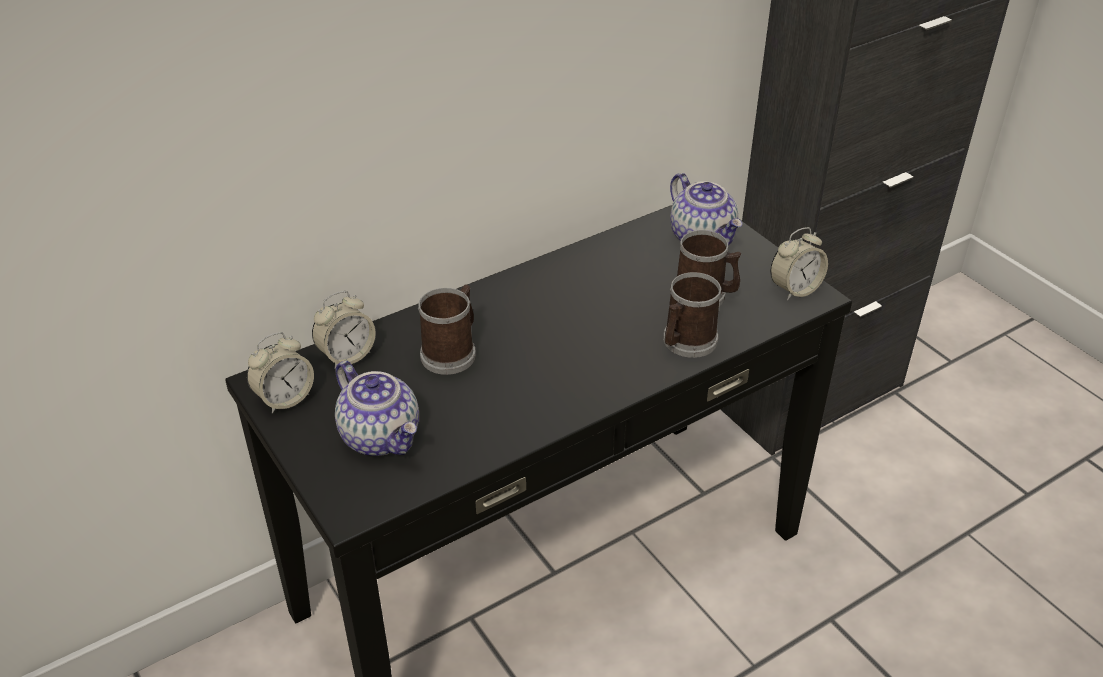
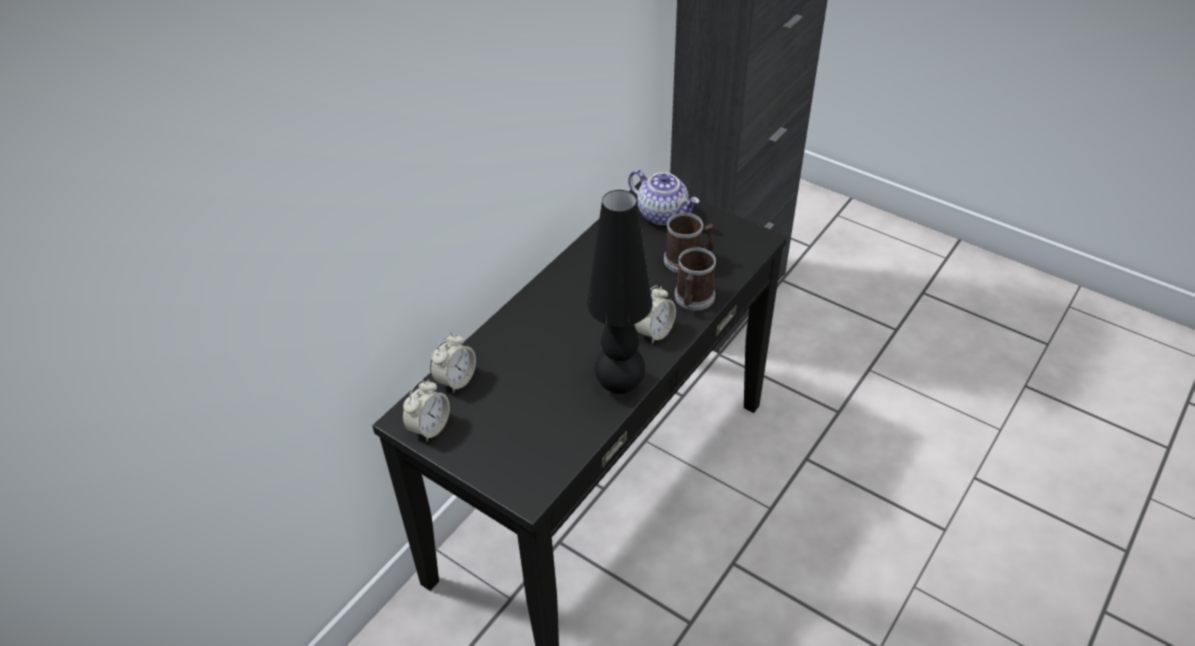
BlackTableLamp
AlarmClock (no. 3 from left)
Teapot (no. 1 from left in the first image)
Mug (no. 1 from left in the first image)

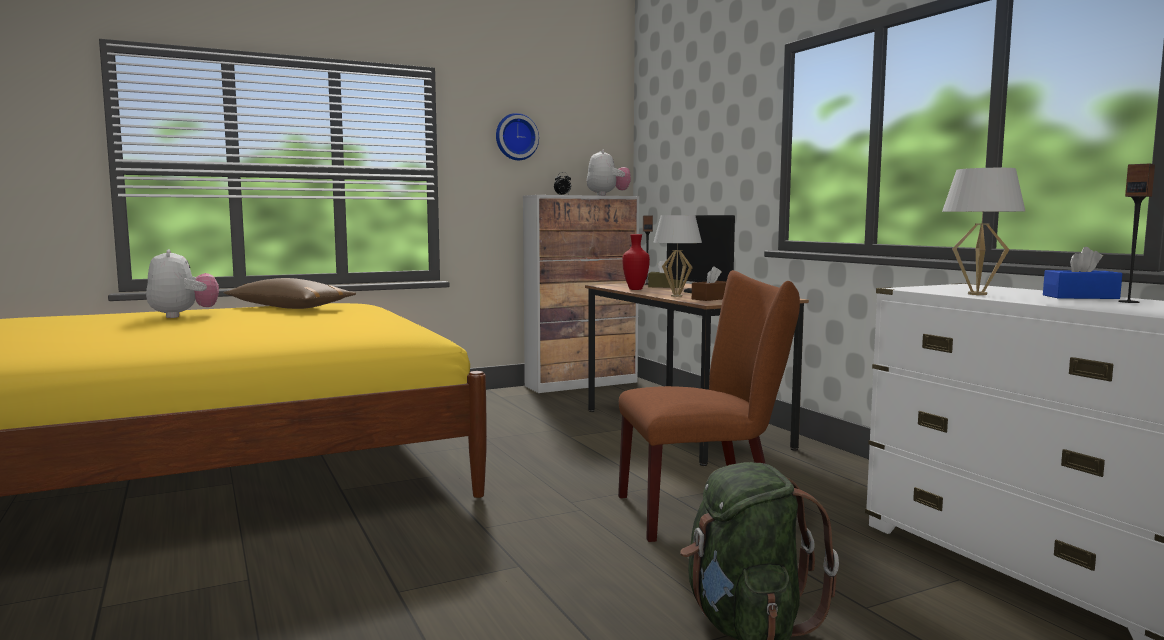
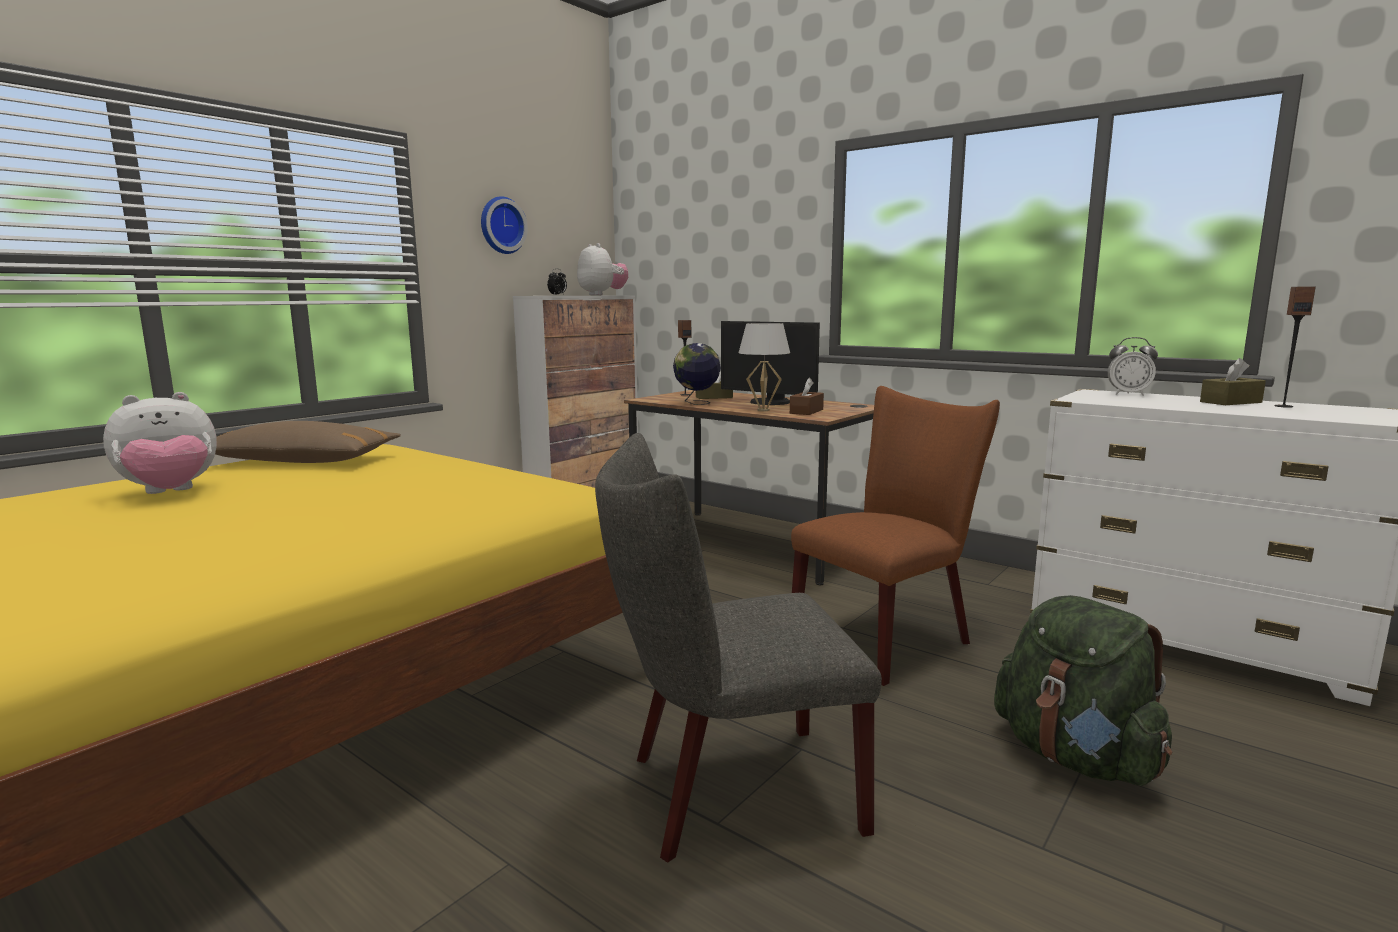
PlushToy (no. 1 from left)
GreyChair
Globe
AlarmClock (no. 2 from left)
BrownTissueBox (no. 3 from left)
WhiteTableLamp (no. 2 from left in the first image)

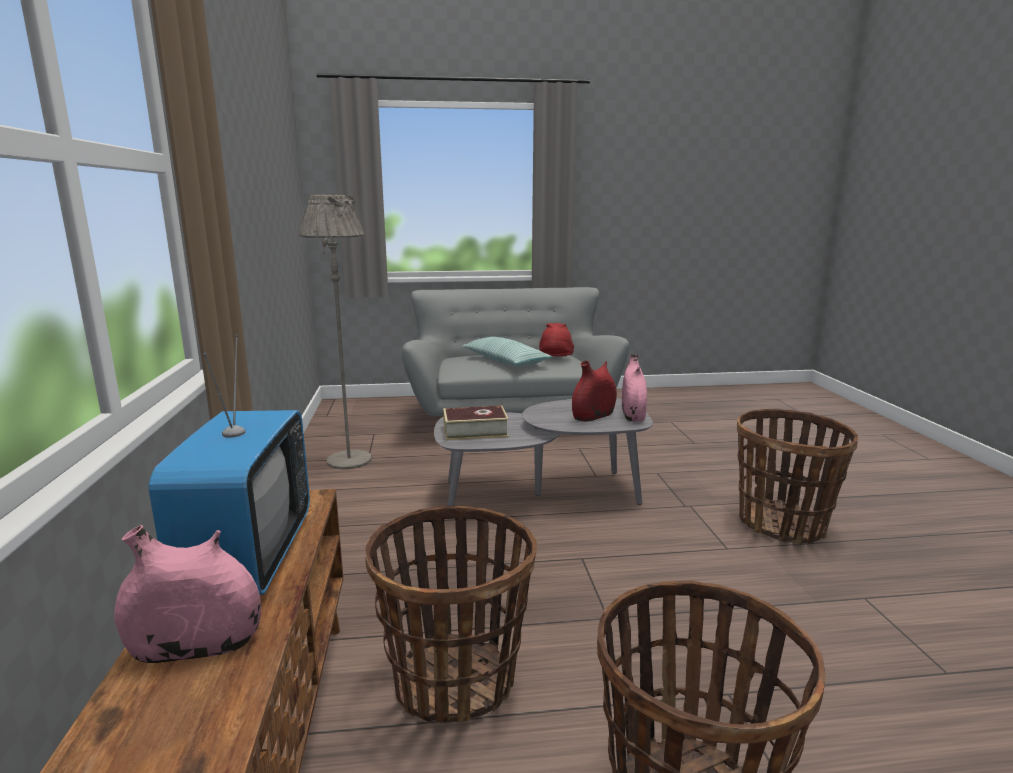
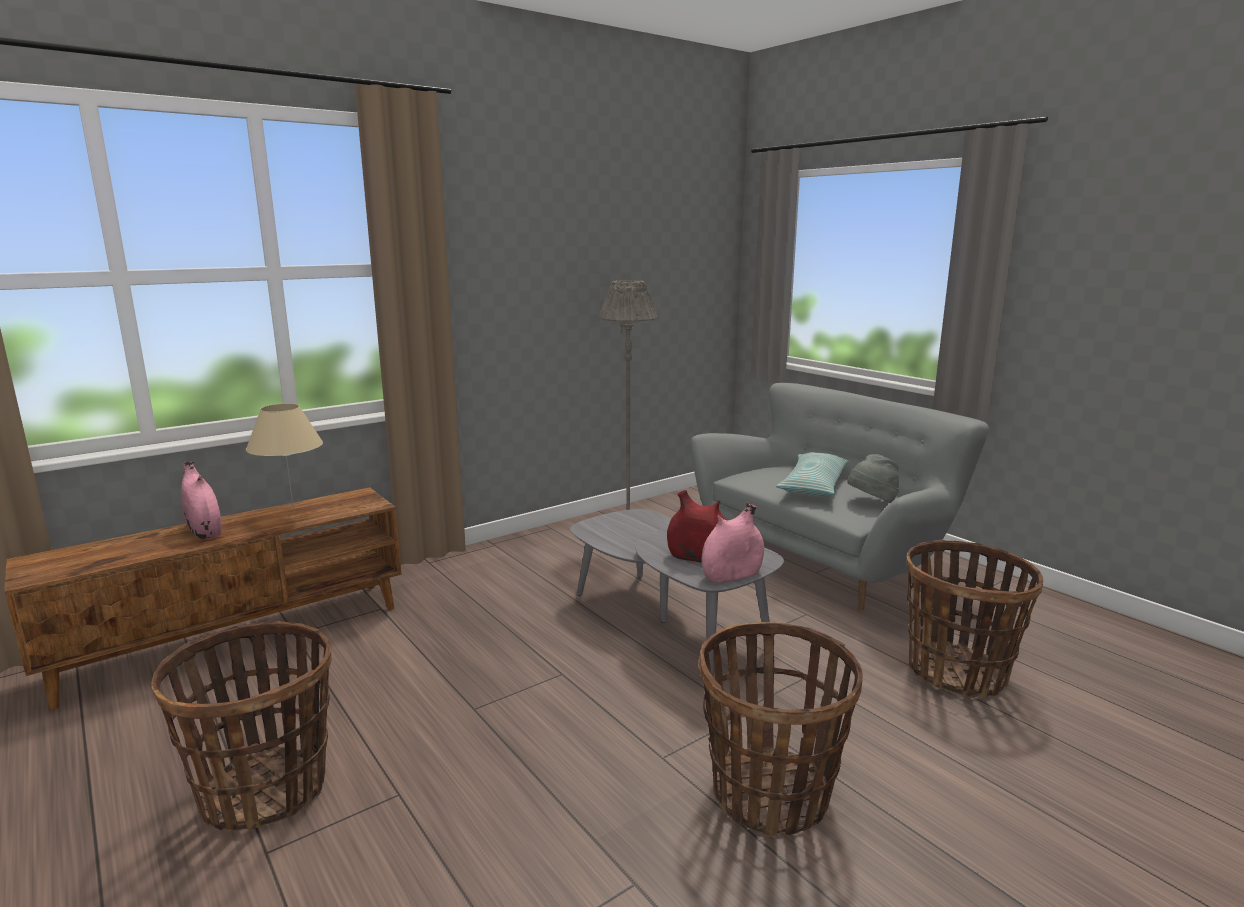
BeigeTableLamp
GreyHat
Basket (no. 3 from left)
Book

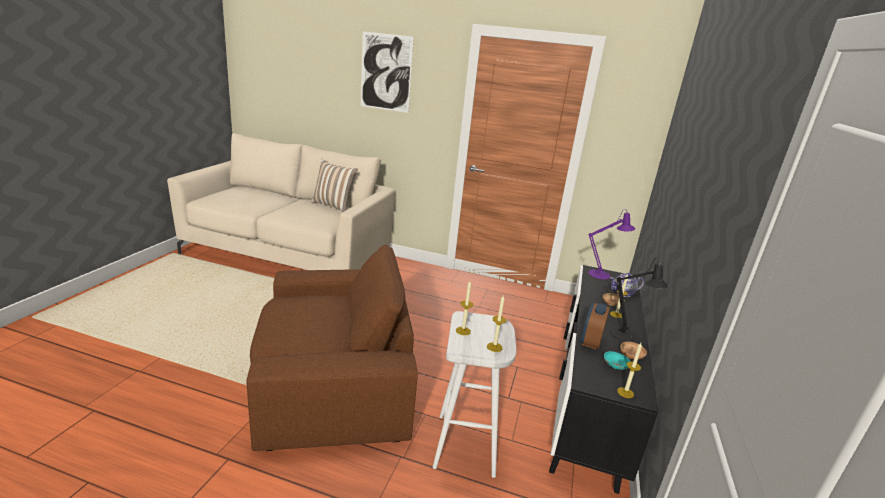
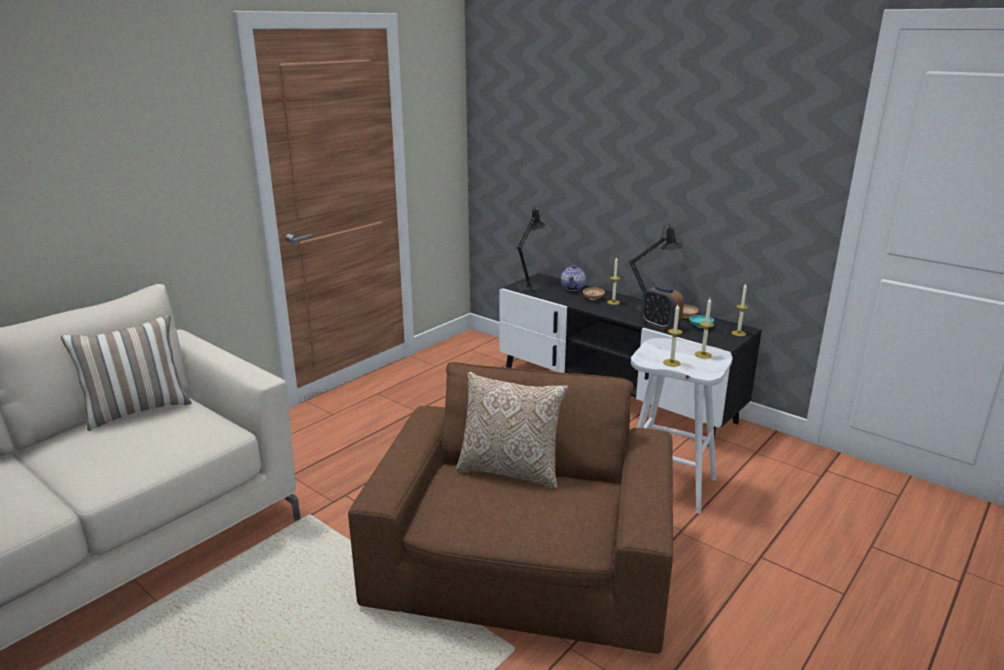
Pillow (no. 2 from left)
BlackTableLamp (no. 1 from left)
Picture

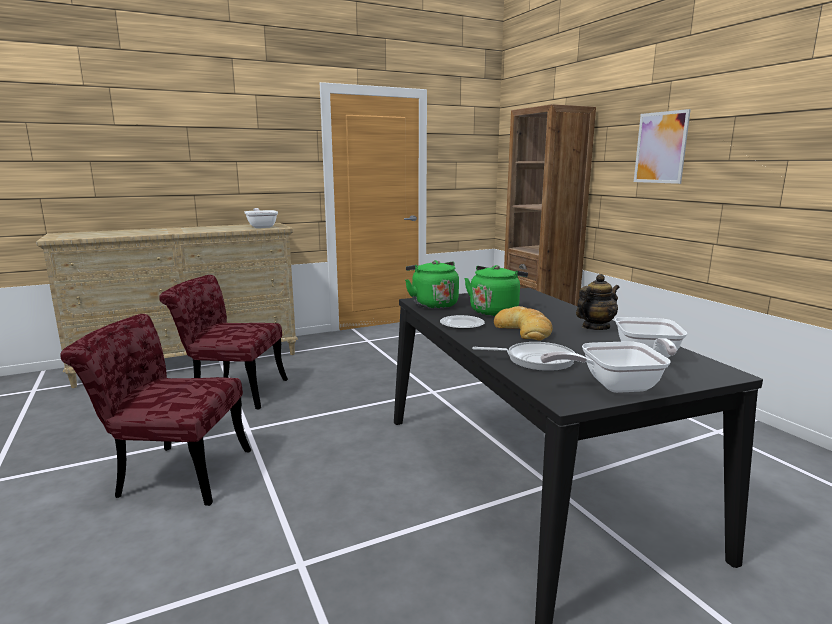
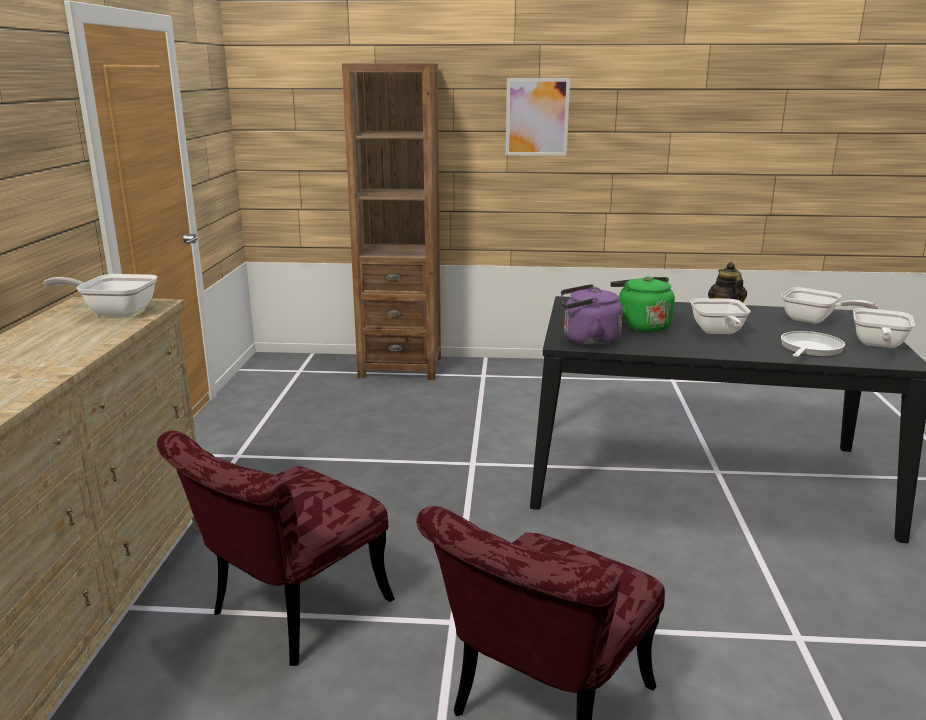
PurpleKettle
FryingPan (no. 2 from left)
Plate

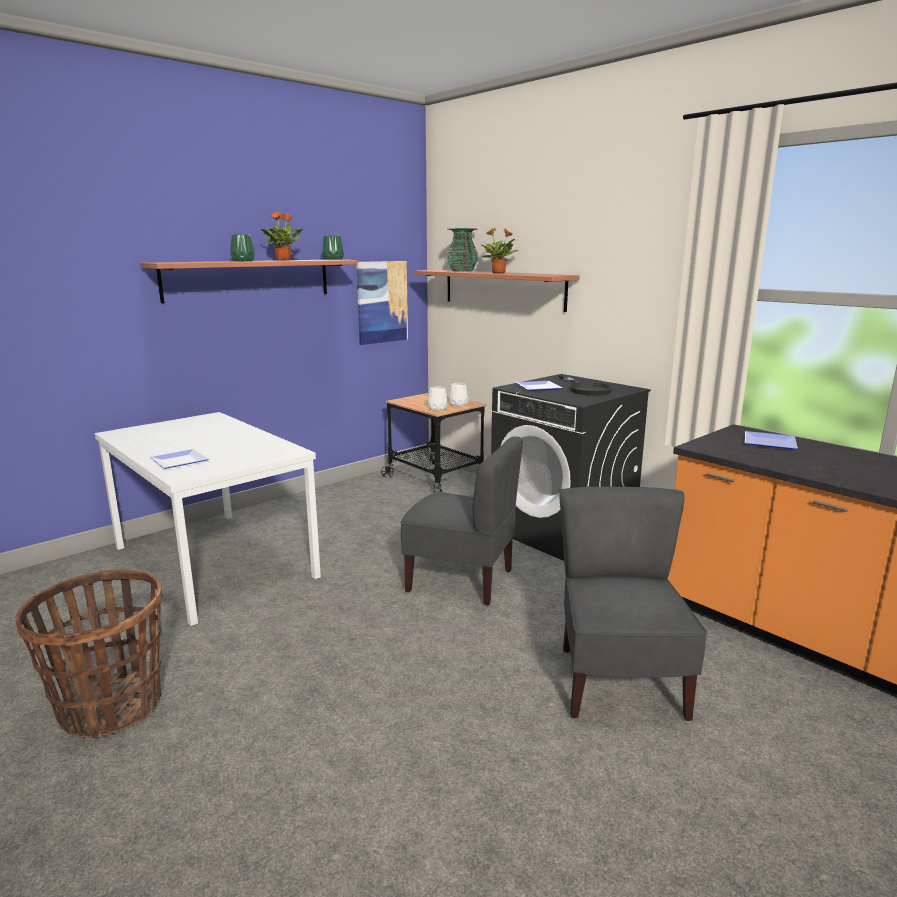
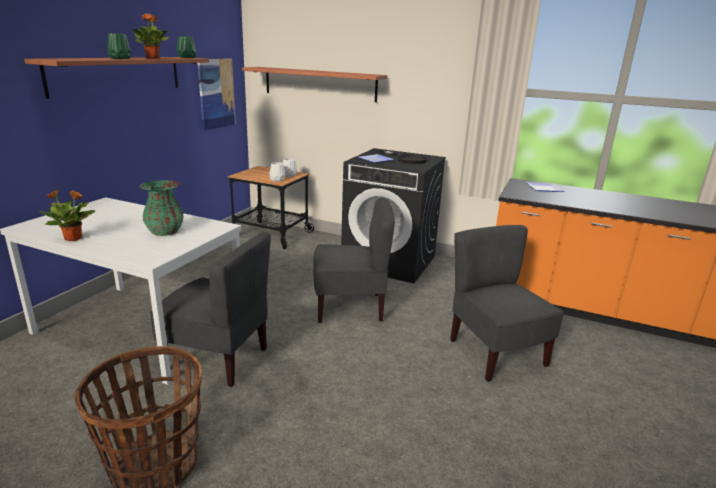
PottedPlant (no. 1 from left)
GreenVase (no. 2 from left)
GreyChair (no. 1 from left)
Plate (no. 1 from left in the first image)

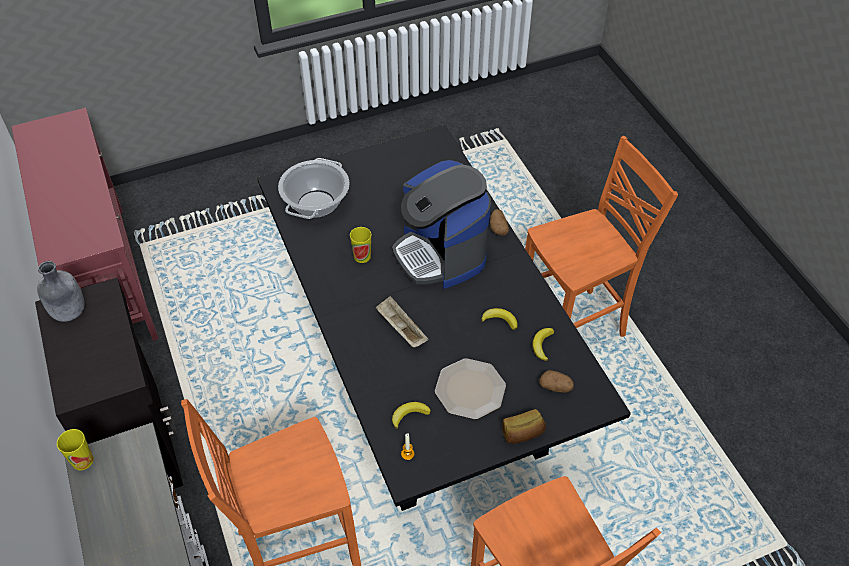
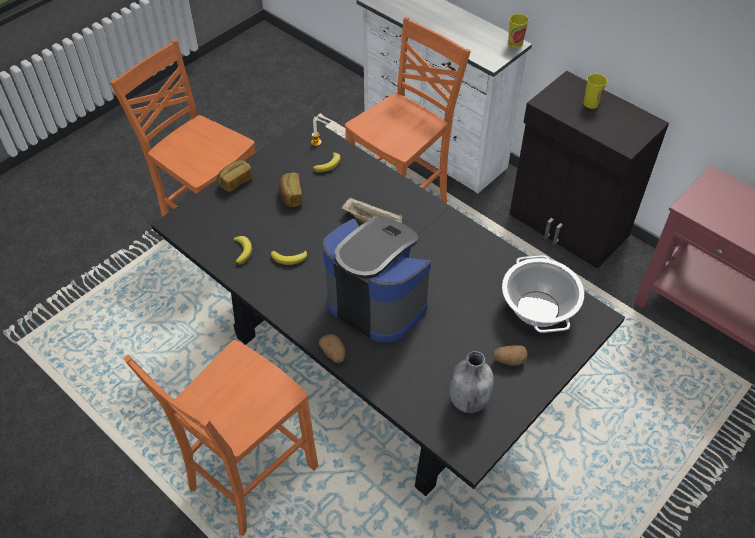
Bread (no. 2 from left)
GreyBottle
Potato (no. 2 from left)
Cup (no. 2 from left)

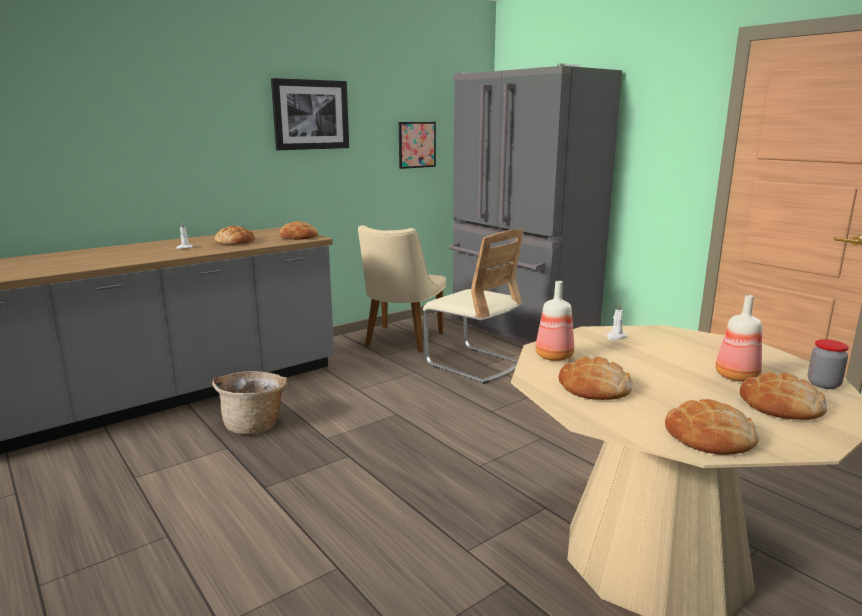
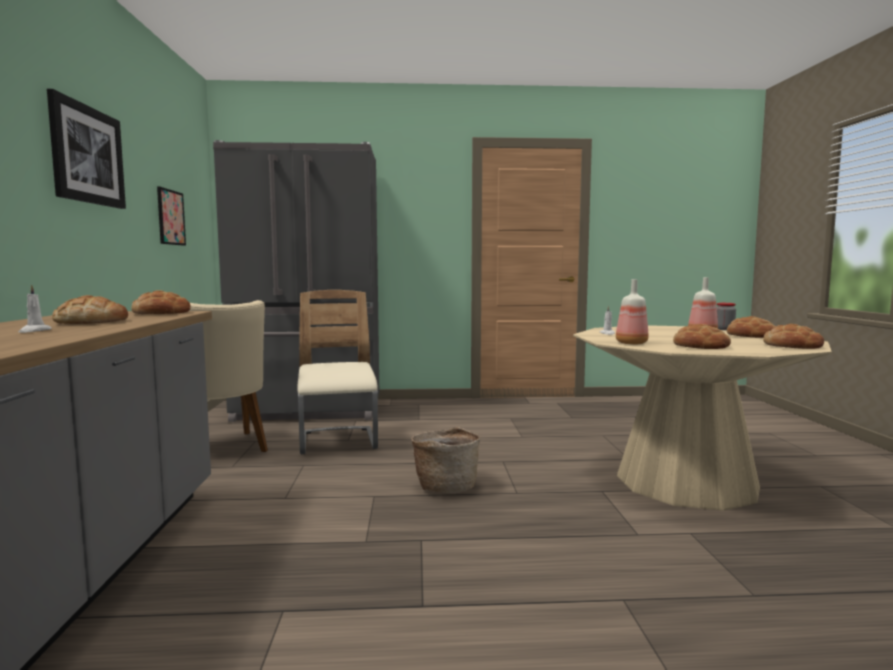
BeigeChair (no. 2 from left)
Basket

